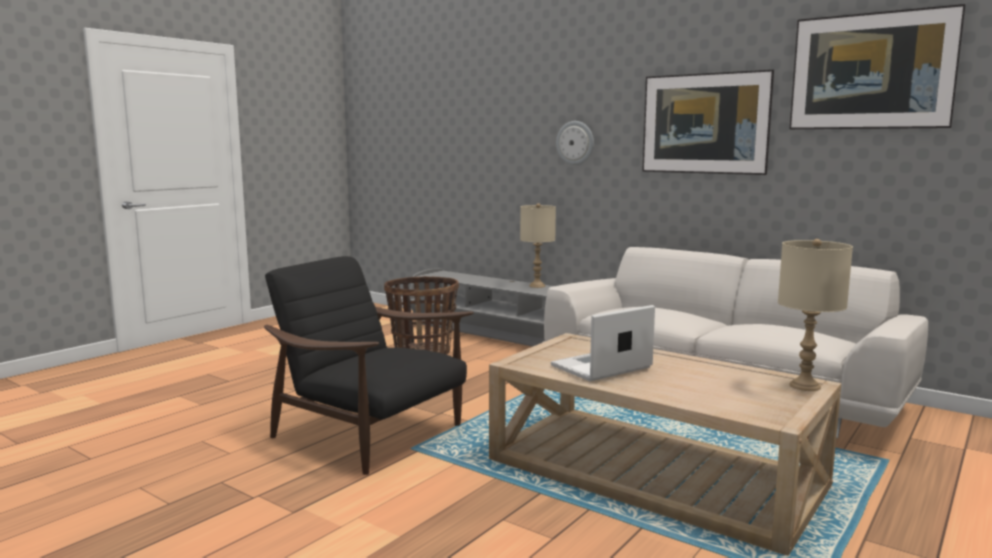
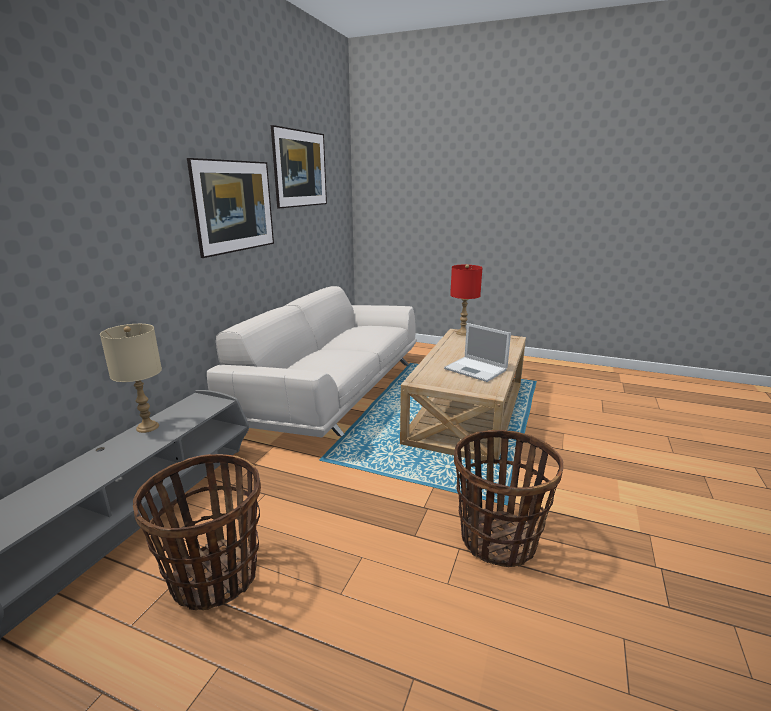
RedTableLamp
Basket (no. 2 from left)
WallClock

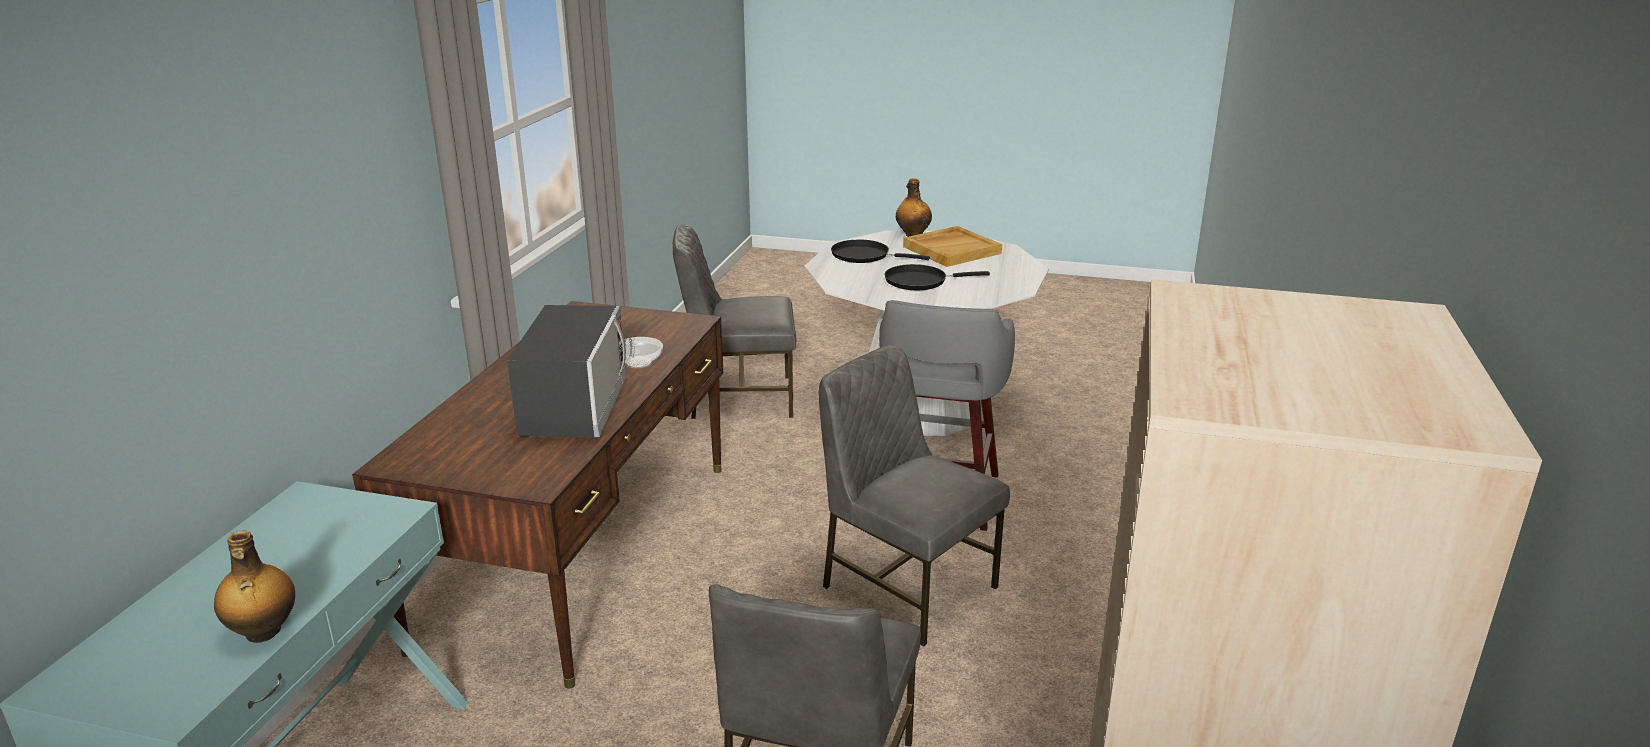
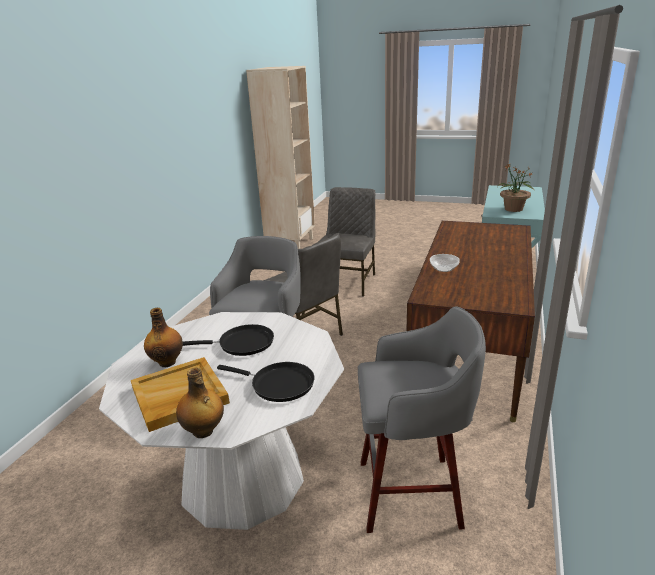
Bottle (no. 1 from left)
GreyStool (no. 2 from left)
PottedPlant
Microwave

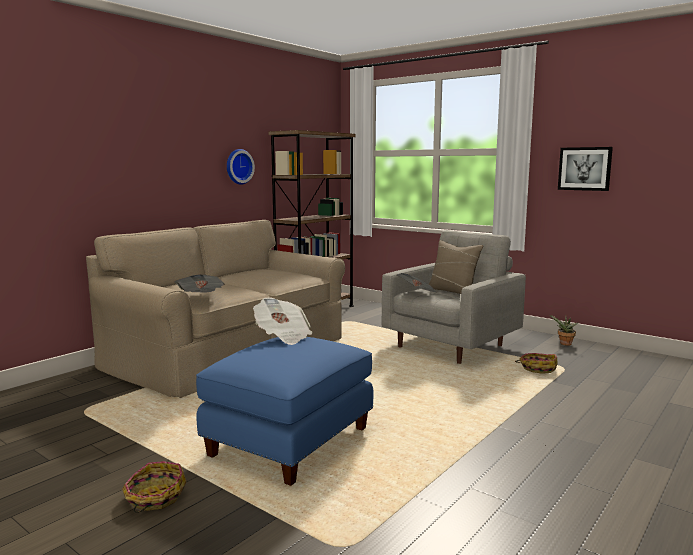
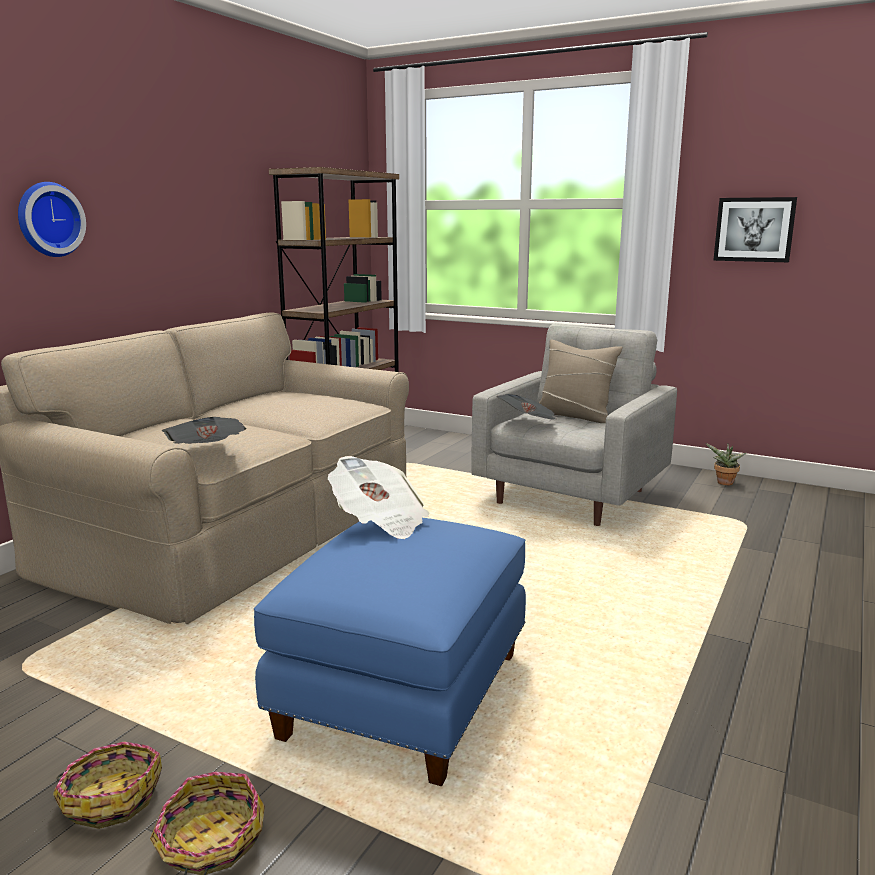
WallClock
Basket (no. 1 from left)

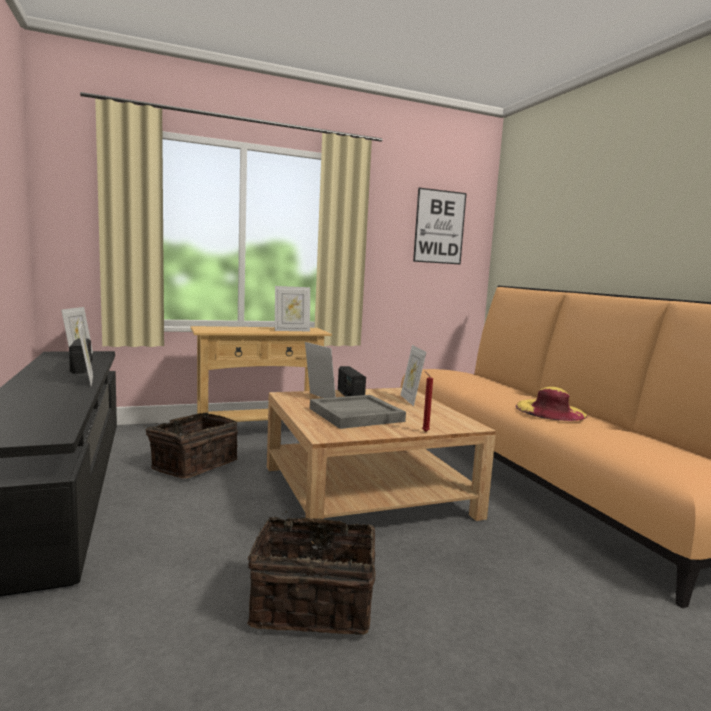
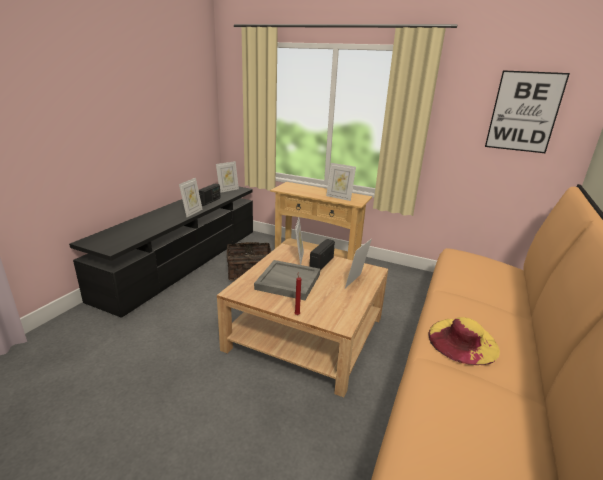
Basket (no. 2 from left in the first image)

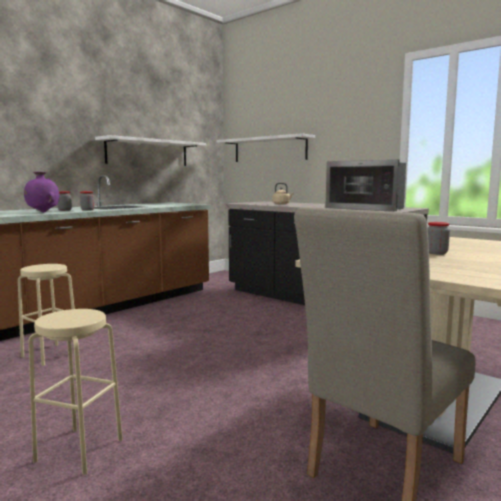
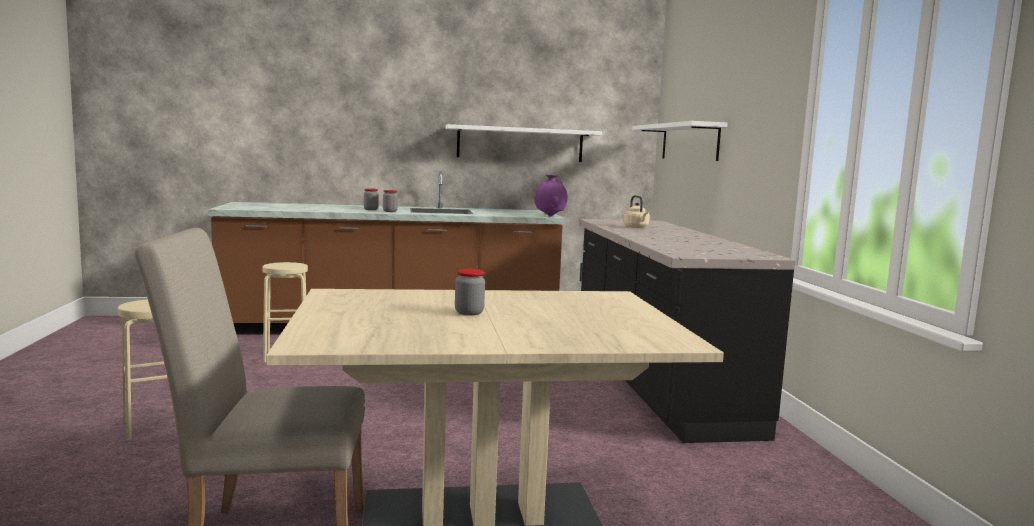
PurpleVase
Microwave

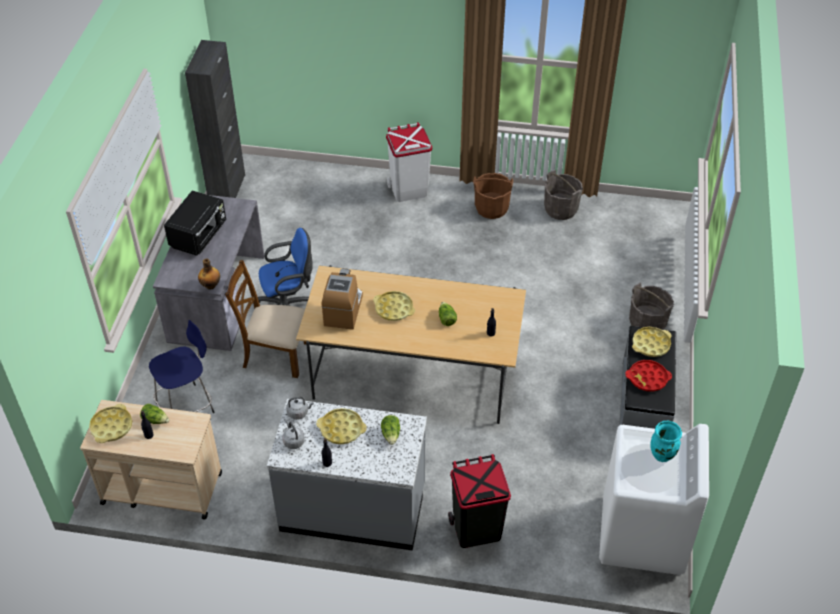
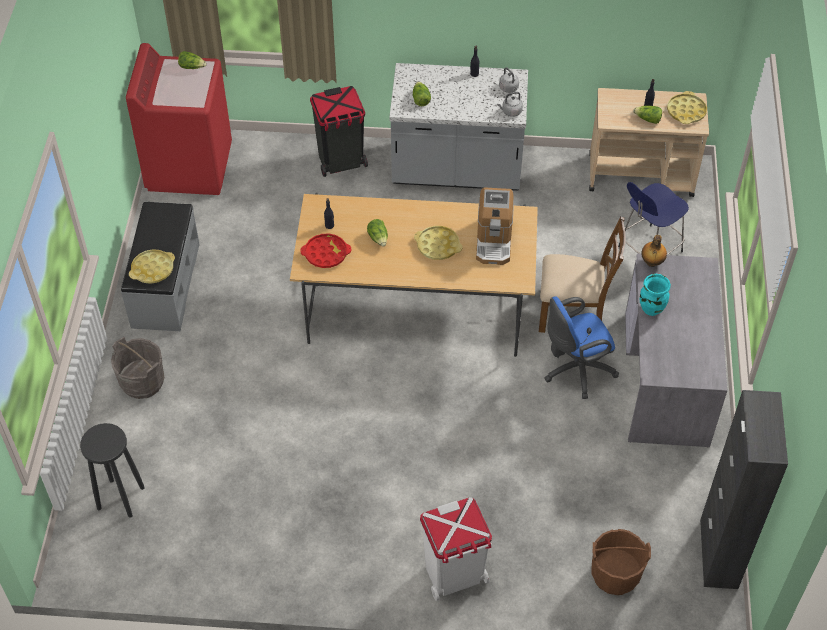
BlackStool
RedWashingMachine
Lettuce (no. 1 from left)
RedTray
BrownBucket
TurquoiseVase
BlackMicrowave
YellowTray (no. 2 from left in the first image)
GreyBucket (no. 1 from left in the first image)

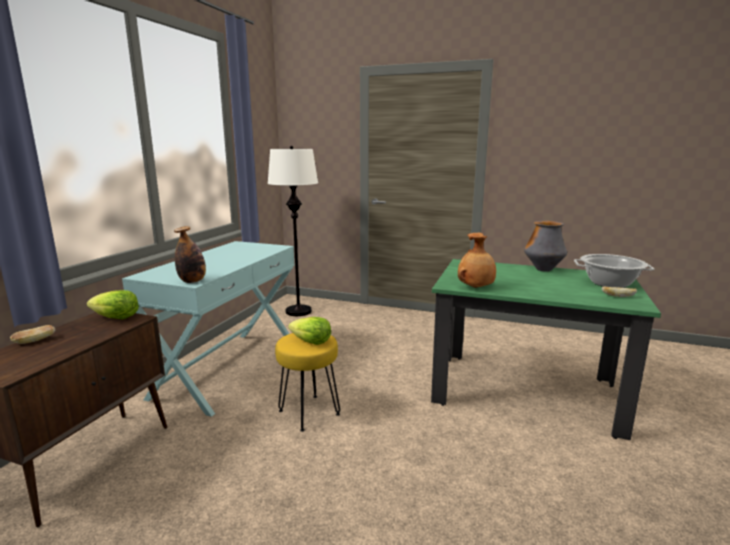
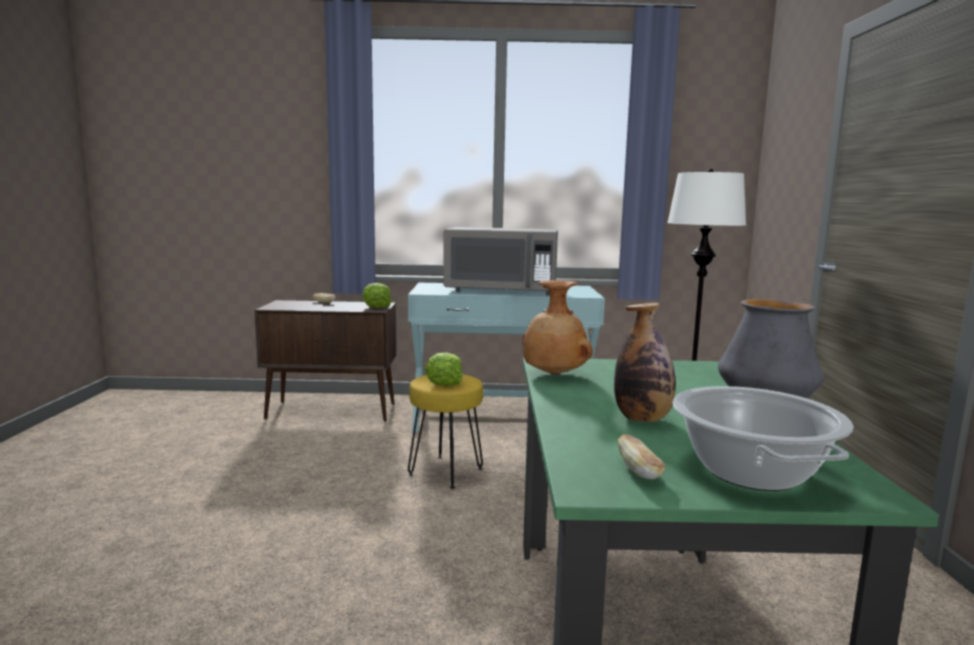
GreyMicrowave
Bottle

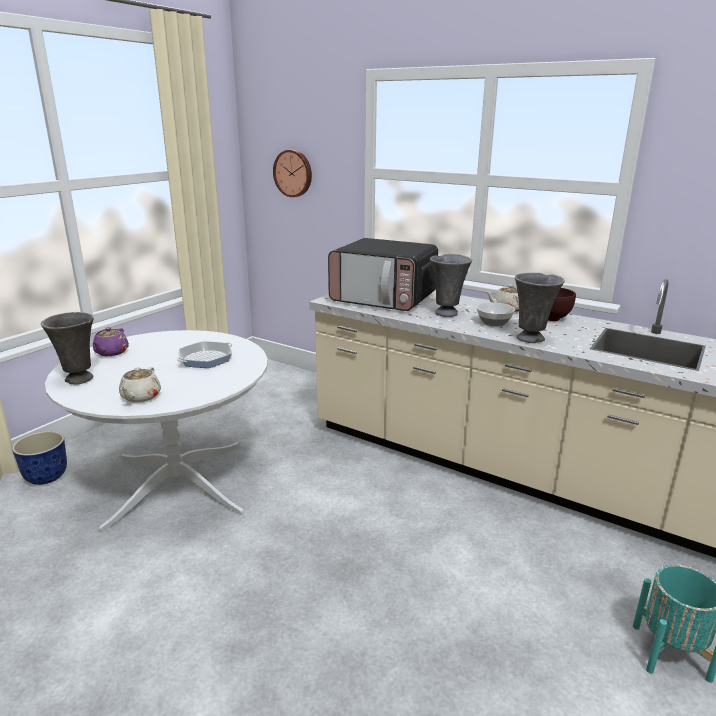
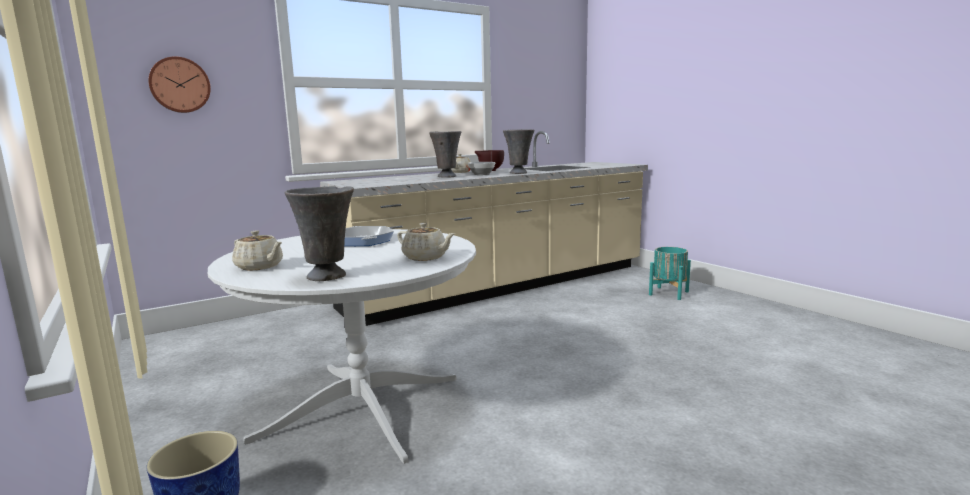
BeigeTeapot (no. 1 from left)
Microwave

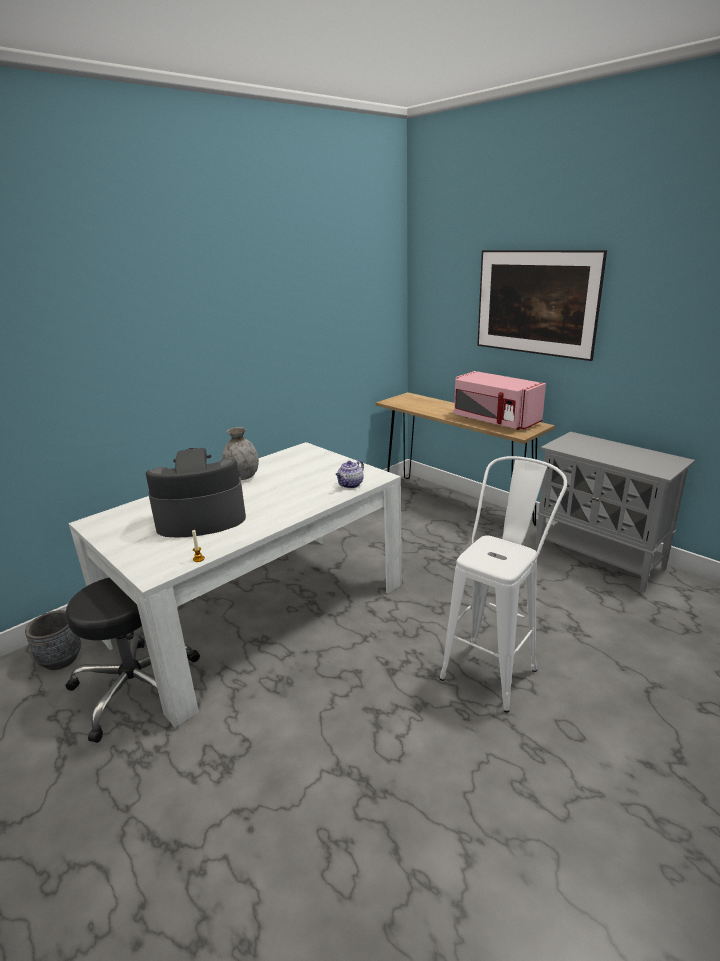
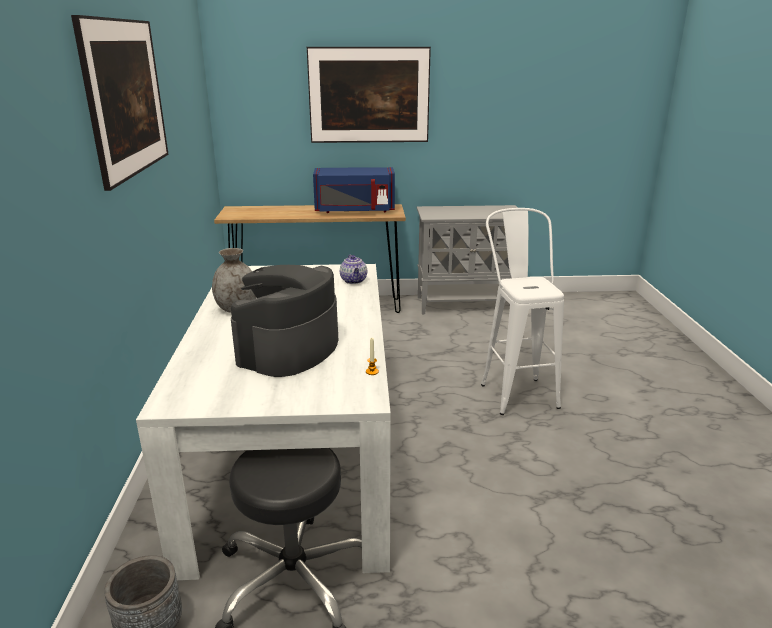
Picture (no. 1 from left)
BlueMicrowave

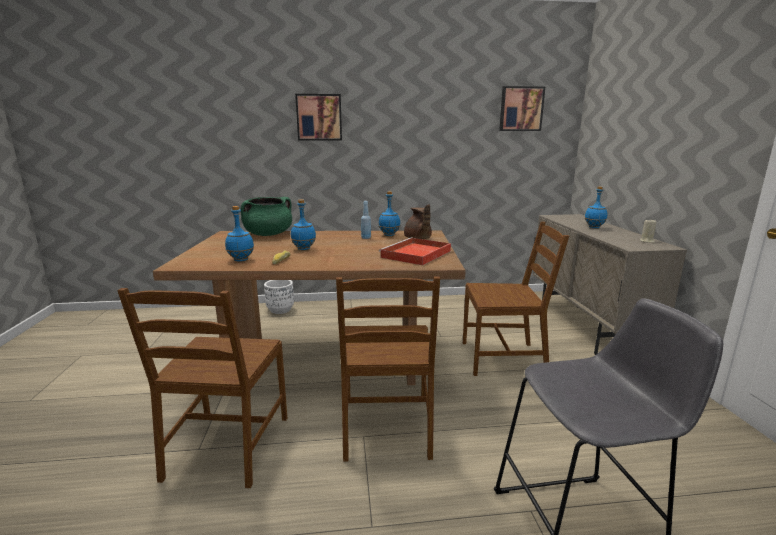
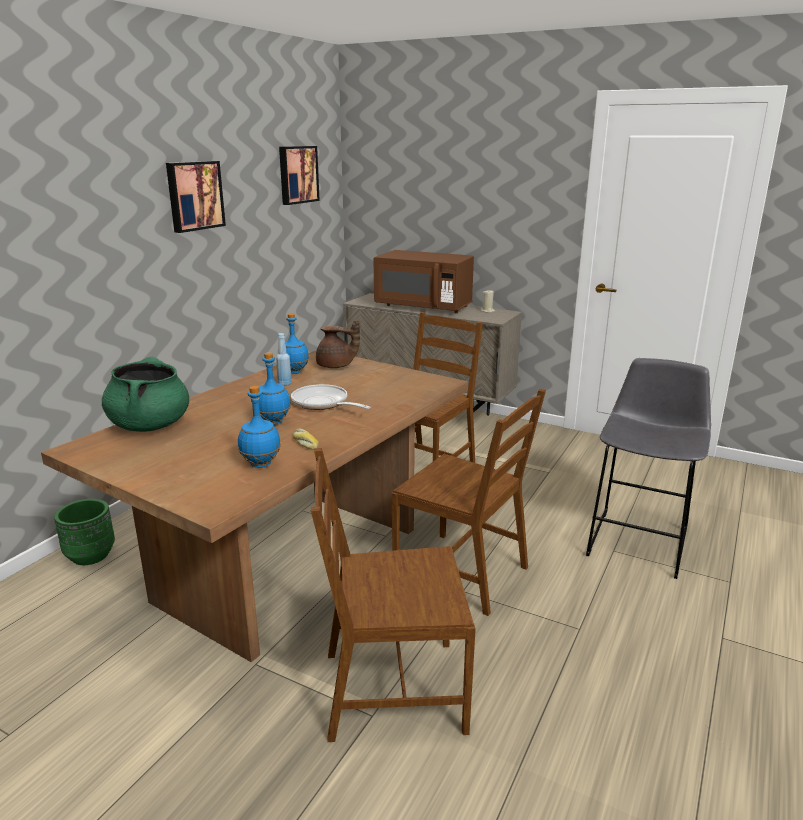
GreenPlanter
Picture (no. 1 from left)
FryingPan
BrownChair (no. 1 from left)
BrownMicrowave
RedTray

